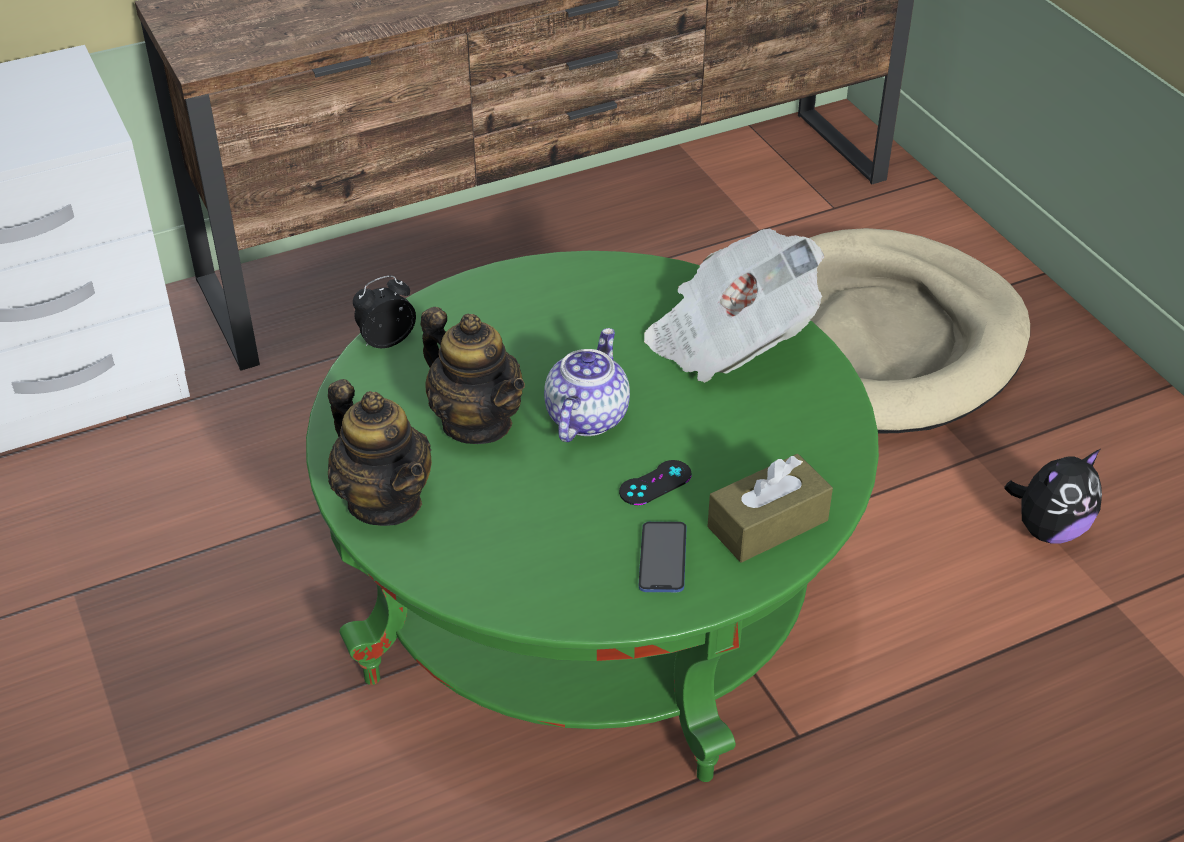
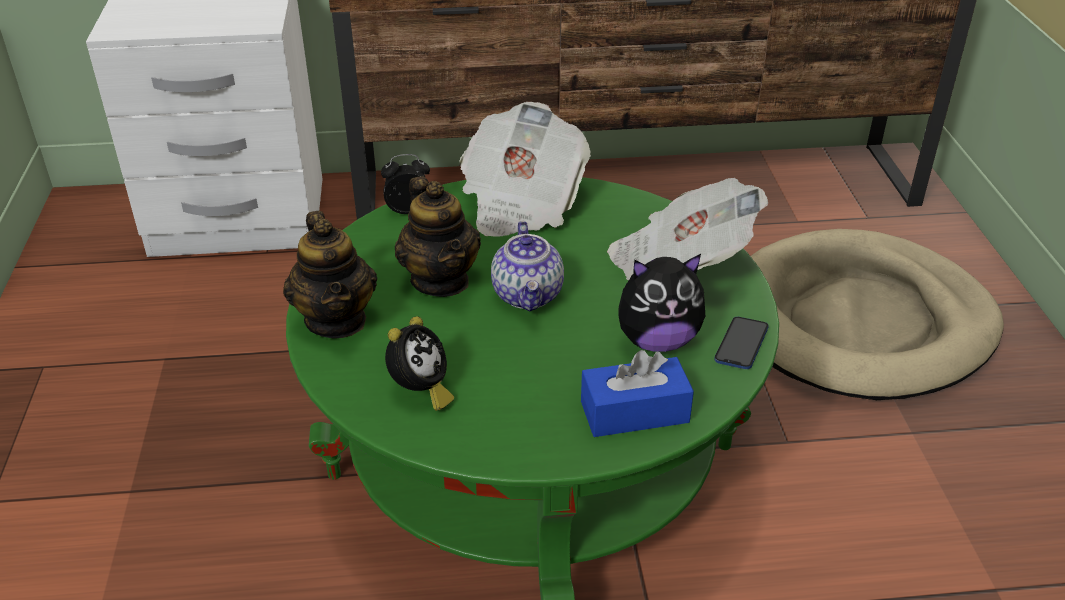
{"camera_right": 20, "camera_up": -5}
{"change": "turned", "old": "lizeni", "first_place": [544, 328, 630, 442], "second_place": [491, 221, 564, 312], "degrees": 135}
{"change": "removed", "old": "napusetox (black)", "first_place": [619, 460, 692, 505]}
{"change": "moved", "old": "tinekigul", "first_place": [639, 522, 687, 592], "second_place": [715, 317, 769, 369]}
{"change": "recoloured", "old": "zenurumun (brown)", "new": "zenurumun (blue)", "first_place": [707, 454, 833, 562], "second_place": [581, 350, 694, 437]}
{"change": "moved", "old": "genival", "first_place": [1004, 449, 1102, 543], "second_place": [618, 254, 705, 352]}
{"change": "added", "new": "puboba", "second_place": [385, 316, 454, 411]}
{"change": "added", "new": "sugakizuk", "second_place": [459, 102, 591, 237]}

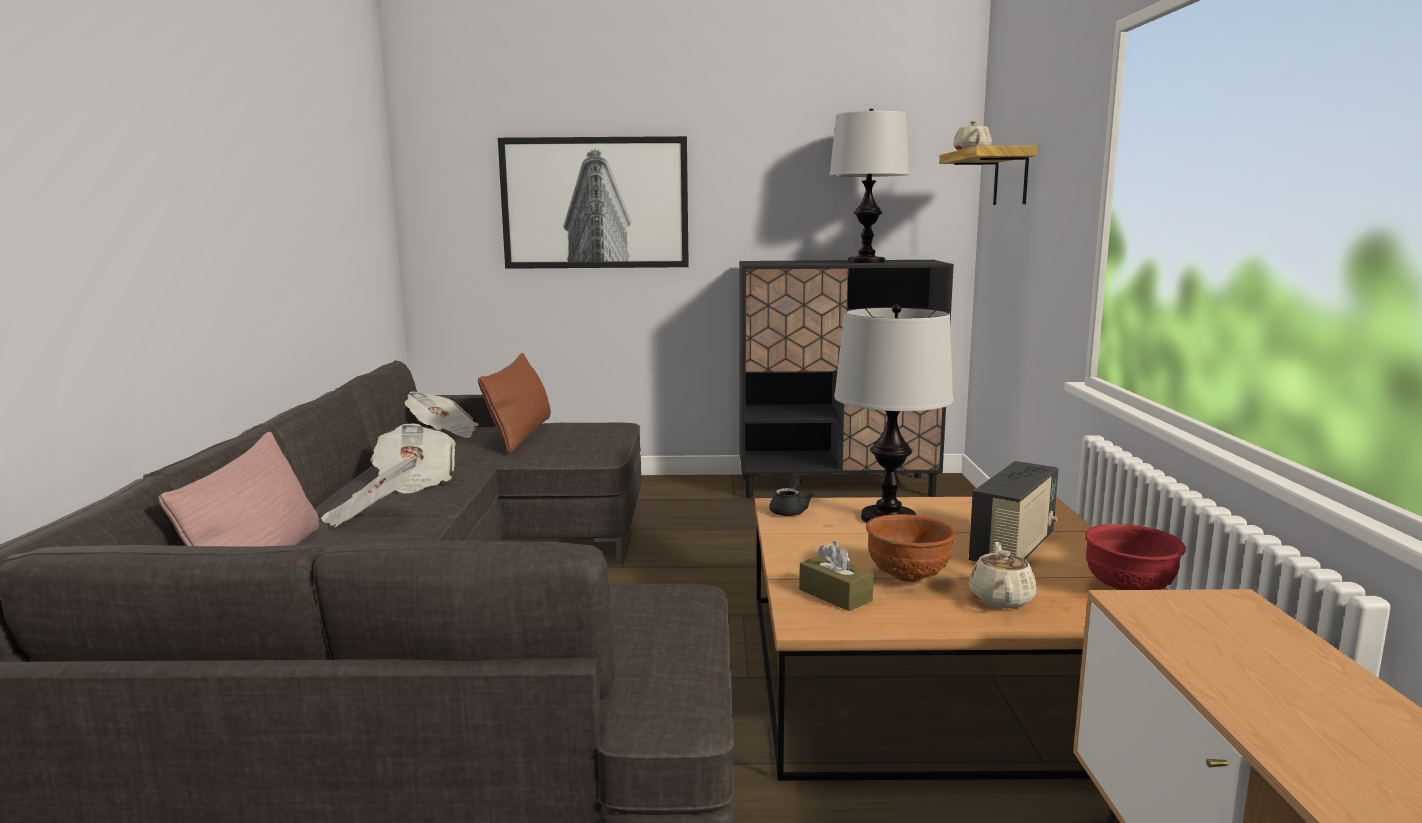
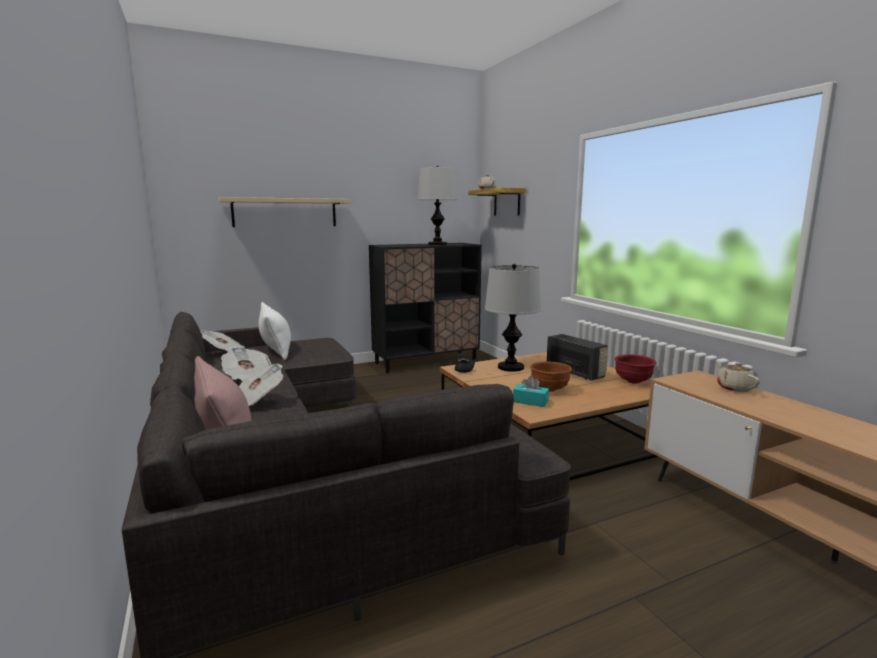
{"camera_right": -25, "camera_up": 0}
{"change": "recoloured", "old": "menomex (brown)", "new": "menomex (white)", "first_place": [478, 353, 551, 453], "second_place": [259, 302, 291, 360]}
{"change": "replaced", "old": "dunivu", "new": "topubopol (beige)", "first_place": [498, 136, 689, 269], "second_place": [218, 197, 351, 227]}
{"change": "recoloured", "old": "zenurumun (brown)", "new": "zenurumun (turquoise)", "first_place": [799, 541, 874, 611], "second_place": [513, 376, 549, 407]}
{"change": "turned", "old": "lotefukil", "first_place": [969, 461, 1058, 562], "second_place": [547, 334, 609, 381], "degrees": -45}
{"change": "moved", "old": "lizeni (beige)", "first_place": [969, 542, 1037, 608], "second_place": [715, 360, 760, 392]}

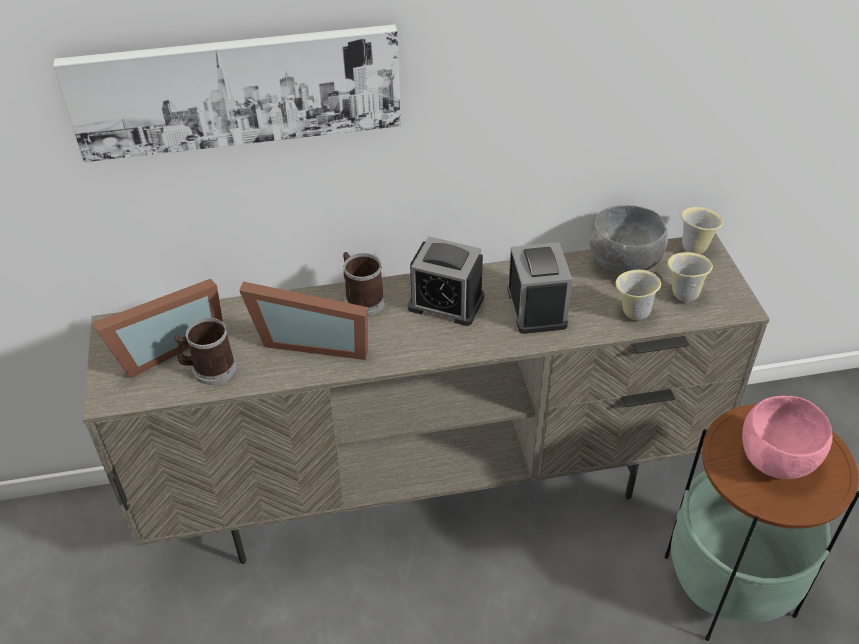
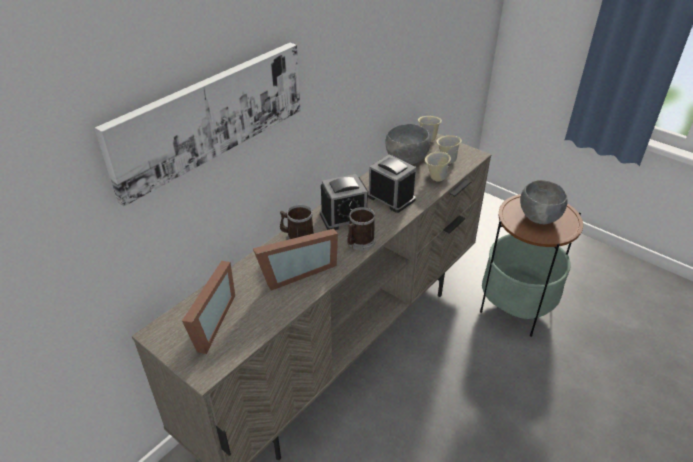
{"camera_right": -40, "camera_up": -5}
{"change": "moved", "old": "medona", "first_place": [174, 318, 237, 385], "second_place": [347, 207, 375, 251]}
{"change": "recoloured", "old": "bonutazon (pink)", "new": "bonutazon (grey)", "first_place": [742, 396, 832, 479], "second_place": [520, 180, 568, 224]}

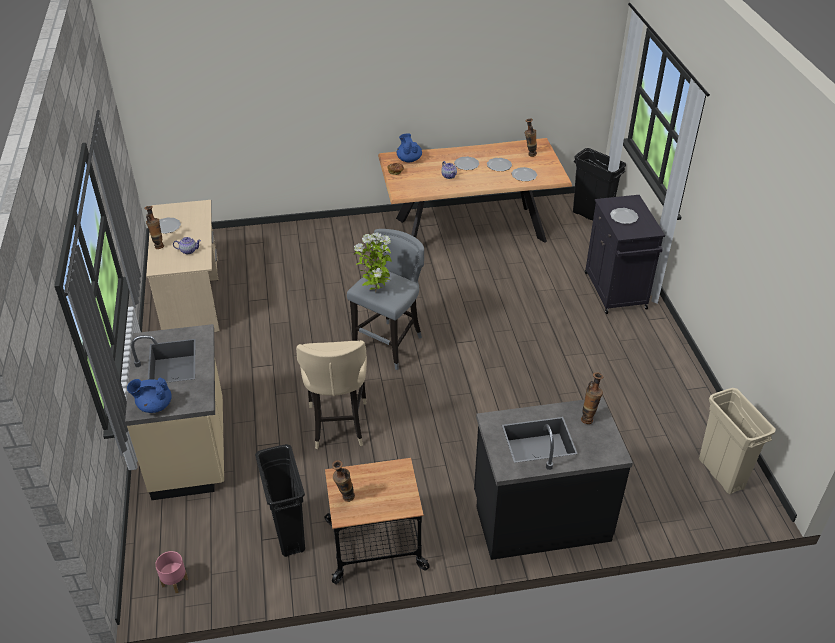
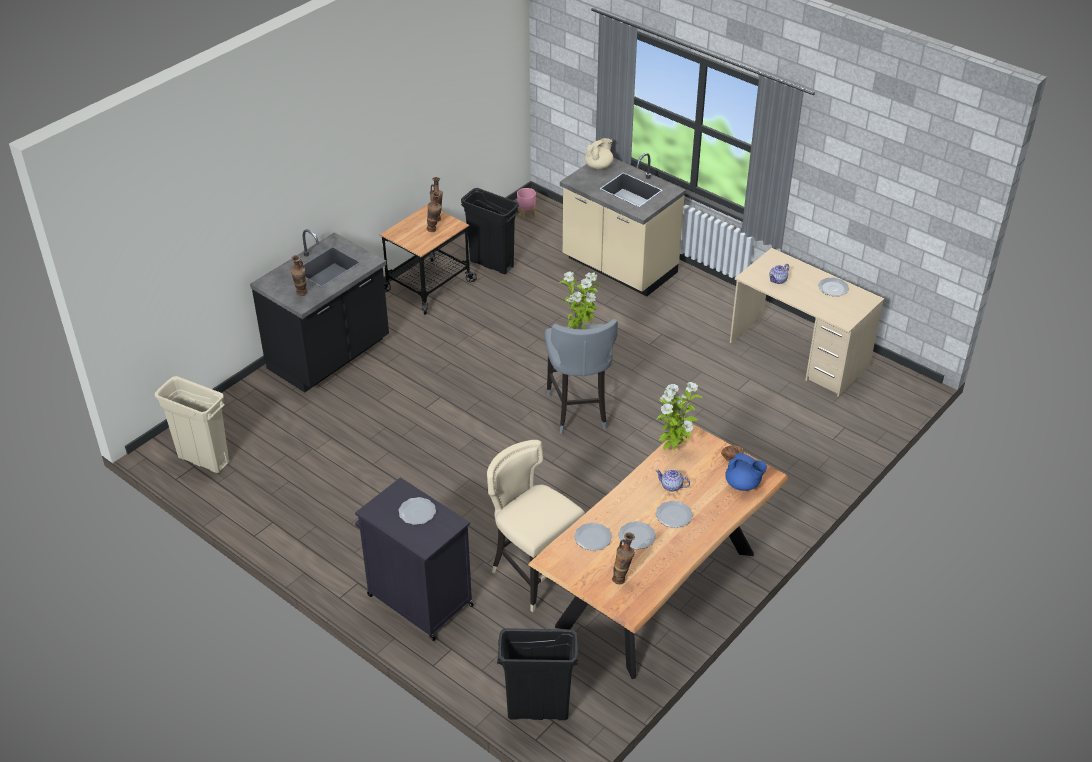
{"camera_right": 140, "camera_up": 0}
{"change": "recoloured", "old": "lizeni (blue)", "new": "lizeni (beige)", "first_place": [127, 378, 172, 413], "second_place": [585, 138, 613, 169]}
{"change": "moved", "old": "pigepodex", "first_place": [144, 206, 164, 249], "second_place": [427, 192, 441, 232]}
{"change": "moved", "old": "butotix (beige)", "first_place": [296, 340, 367, 449], "second_place": [487, 440, 585, 612]}
{"change": "added", "new": "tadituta", "second_place": [657, 382, 702, 450]}

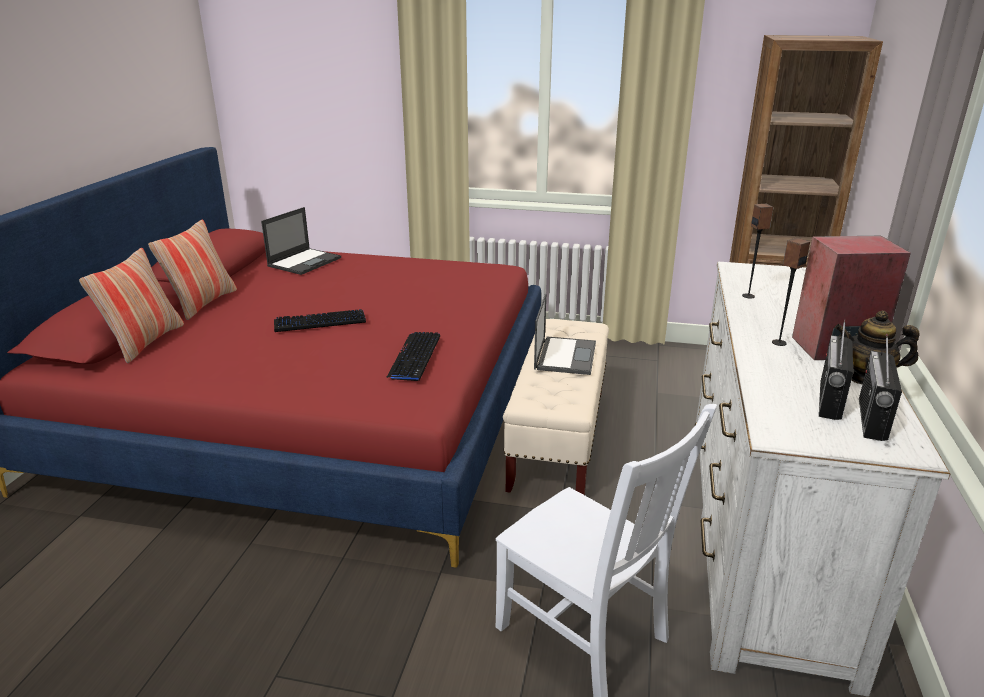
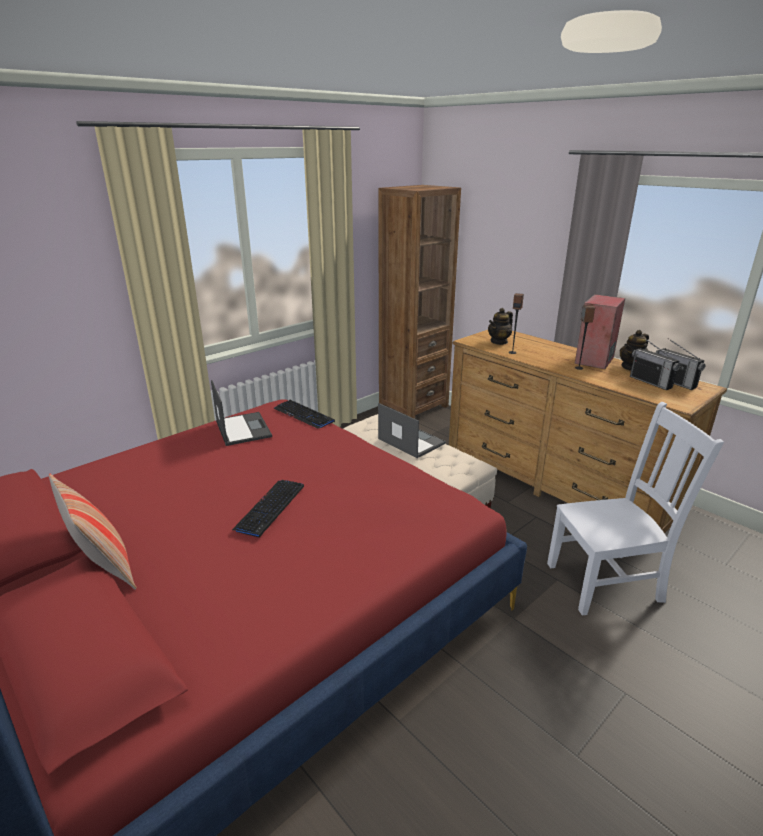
{"camera_right": -55, "camera_up": 0}
{"change": "removed", "old": "menomex", "first_place": [79, 248, 184, 363]}
{"change": "moved", "old": "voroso", "first_place": [261, 207, 341, 275], "second_place": [211, 380, 272, 446]}
{"change": "moved", "old": "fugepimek", "first_place": [386, 332, 440, 381], "second_place": [274, 399, 335, 428]}
{"change": "recoloured", "old": "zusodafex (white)", "new": "zusodafex (brown)", "first_place": [695, 262, 950, 697], "second_place": [449, 330, 727, 533]}
{"change": "added", "new": "lizeni", "second_place": [488, 308, 513, 345]}

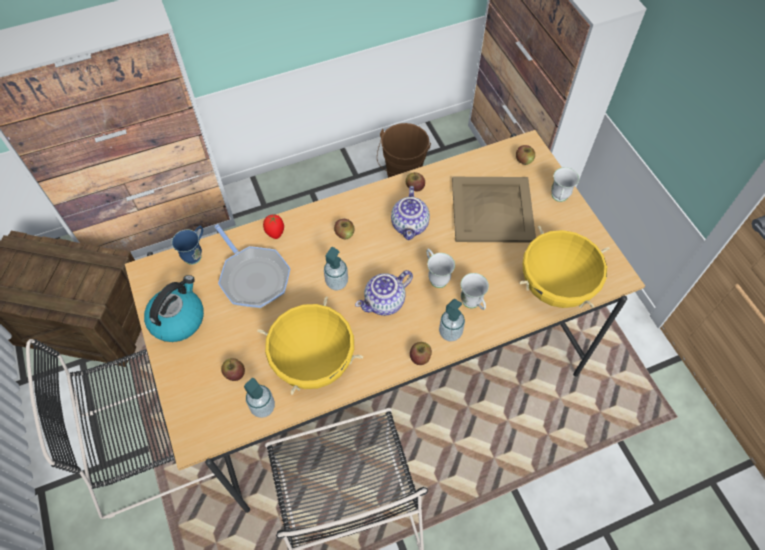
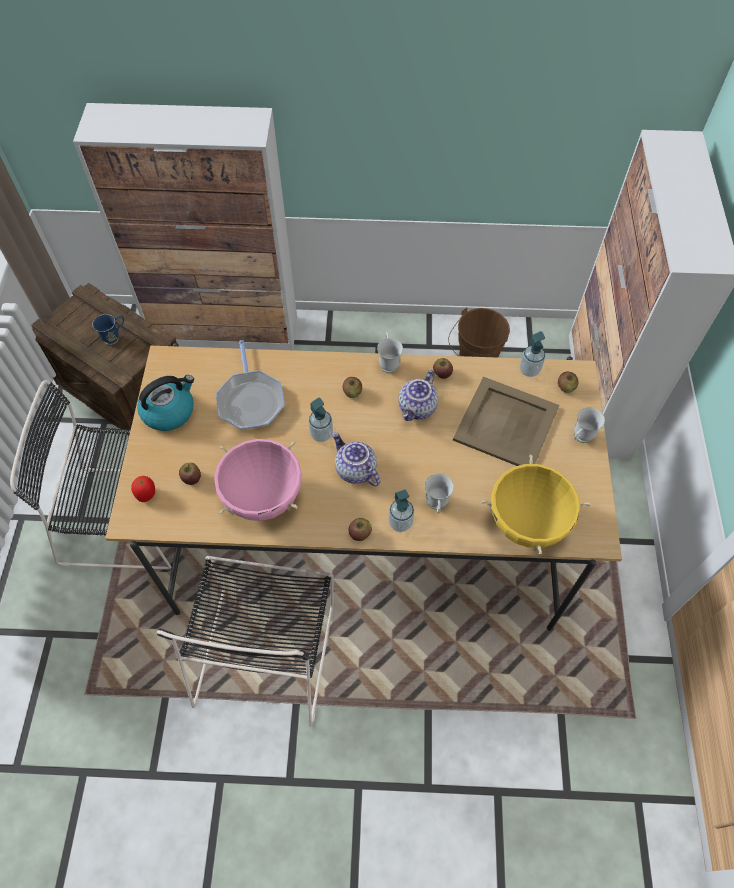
{"camera_right": 25, "camera_up": 0}
{"change": "moved", "old": "medona (blue)", "first_place": [172, 226, 203, 265], "second_place": [93, 314, 124, 345]}
{"change": "moved", "old": "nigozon", "first_place": [244, 378, 275, 418], "second_place": [520, 331, 545, 377]}
{"change": "recoloured", "old": "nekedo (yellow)", "new": "nekedo (pink)", "first_place": [257, 296, 363, 395], "second_place": [214, 439, 302, 521]}
{"change": "moved", "old": "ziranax", "first_place": [263, 214, 284, 239], "second_place": [131, 476, 155, 502]}
{"change": "turned", "old": "lizeni", "first_place": [355, 270, 413, 316], "second_place": [332, 432, 380, 486], "degrees": 60}
{"change": "moved", "old": "medona (white)", "first_place": [426, 249, 455, 288], "second_place": [377, 332, 403, 373]}

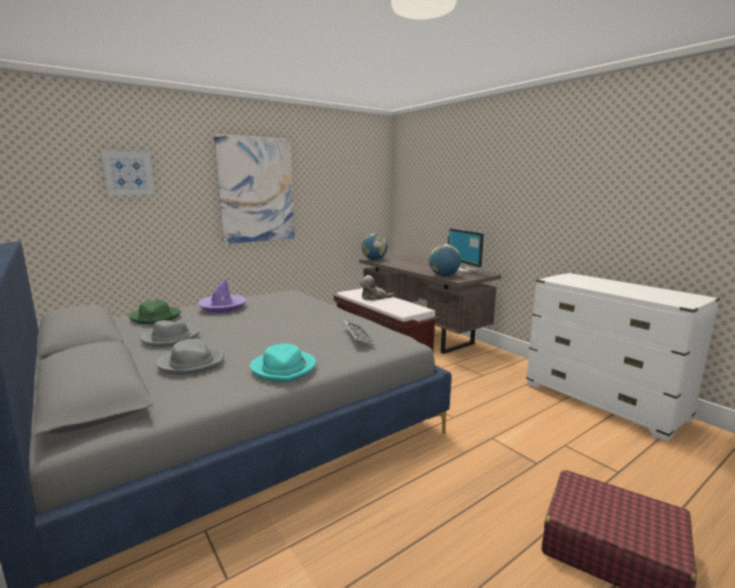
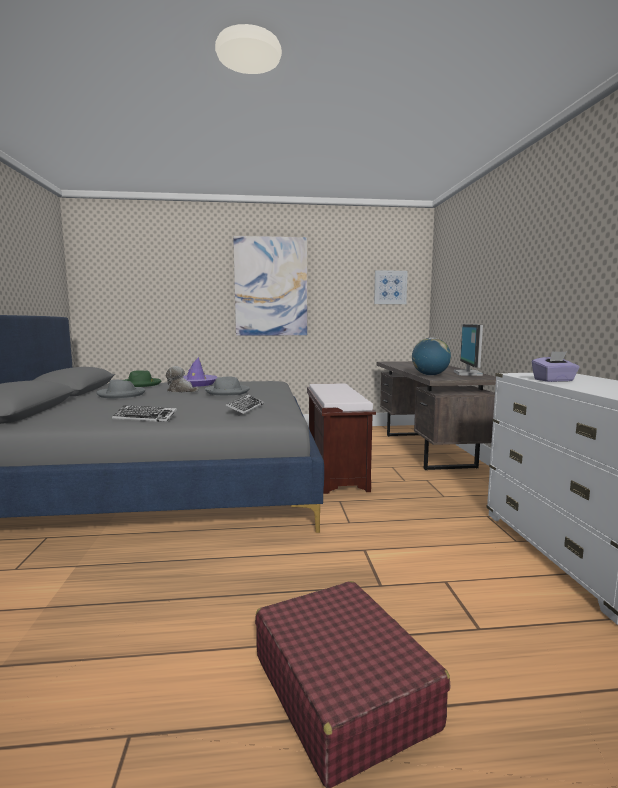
{"camera_right": 30, "camera_up": -5}
{"change": "moved", "old": "dunivu", "first_place": [101, 150, 155, 195], "second_place": [374, 270, 408, 304]}
{"change": "moved", "old": "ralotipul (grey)", "first_place": [156, 339, 224, 375], "second_place": [205, 376, 250, 396]}
{"change": "replaced", "old": "ralotipul (turquoise)", "new": "fugepimek", "first_place": [250, 344, 316, 382], "second_place": [112, 405, 177, 422]}
{"change": "moved", "old": "genival", "first_place": [360, 275, 395, 300], "second_place": [166, 366, 199, 392]}
{"change": "removed", "old": "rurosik", "first_place": [362, 234, 388, 260]}
{"change": "added", "new": "zenurumun (purple)", "second_place": [532, 351, 580, 382]}

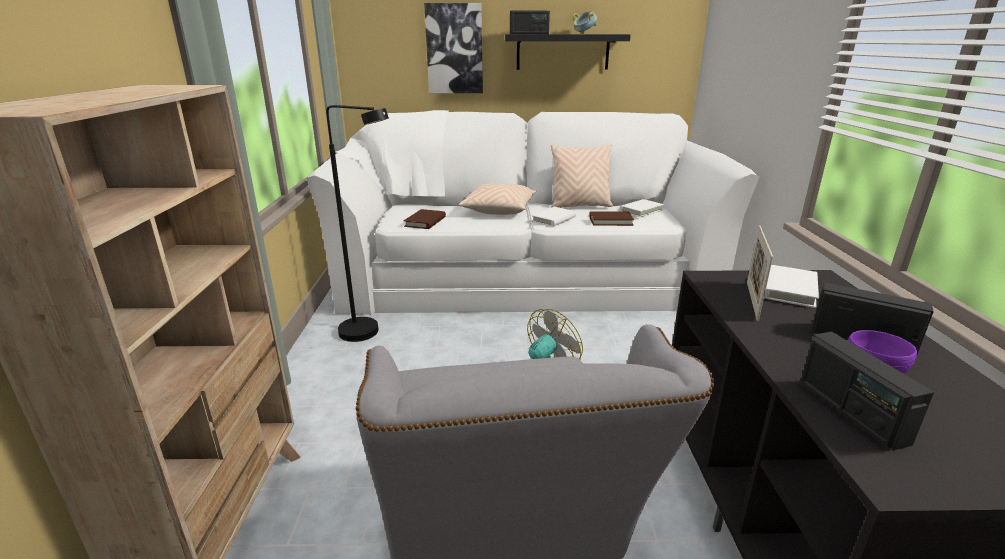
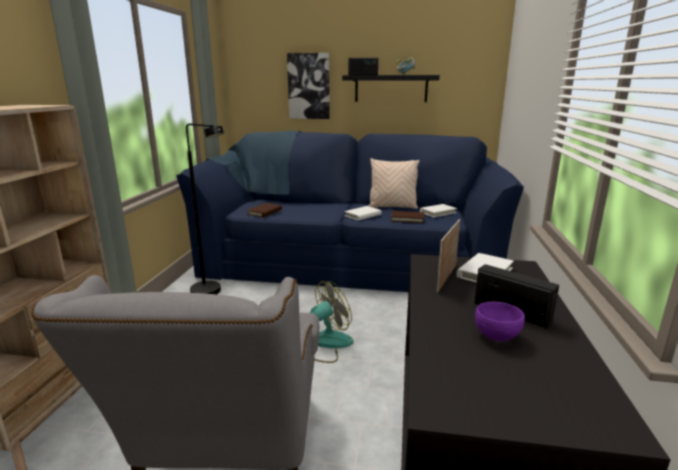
{"camera_right": 10, "camera_up": -5}
{"change": "recoloured", "old": "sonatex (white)", "new": "sonatex (blue)", "first_place": [306, 110, 760, 315], "second_place": [176, 131, 524, 292]}
{"change": "removed", "old": "menomex (beige)", "first_place": [458, 183, 537, 215]}
{"change": "removed", "old": "lotefukil", "first_place": [801, 332, 934, 450]}

